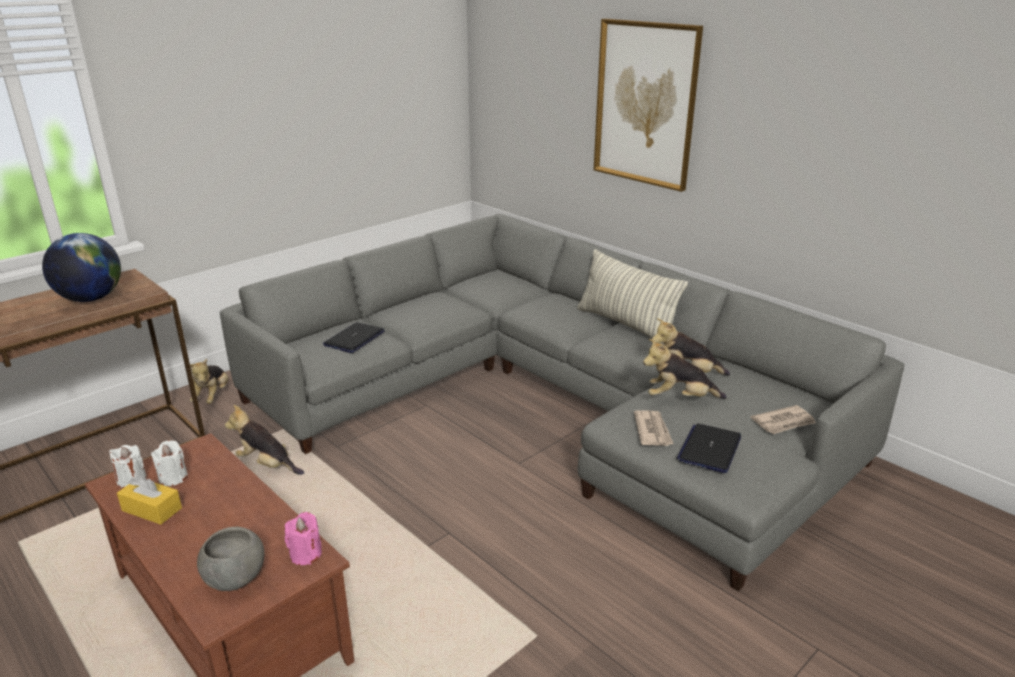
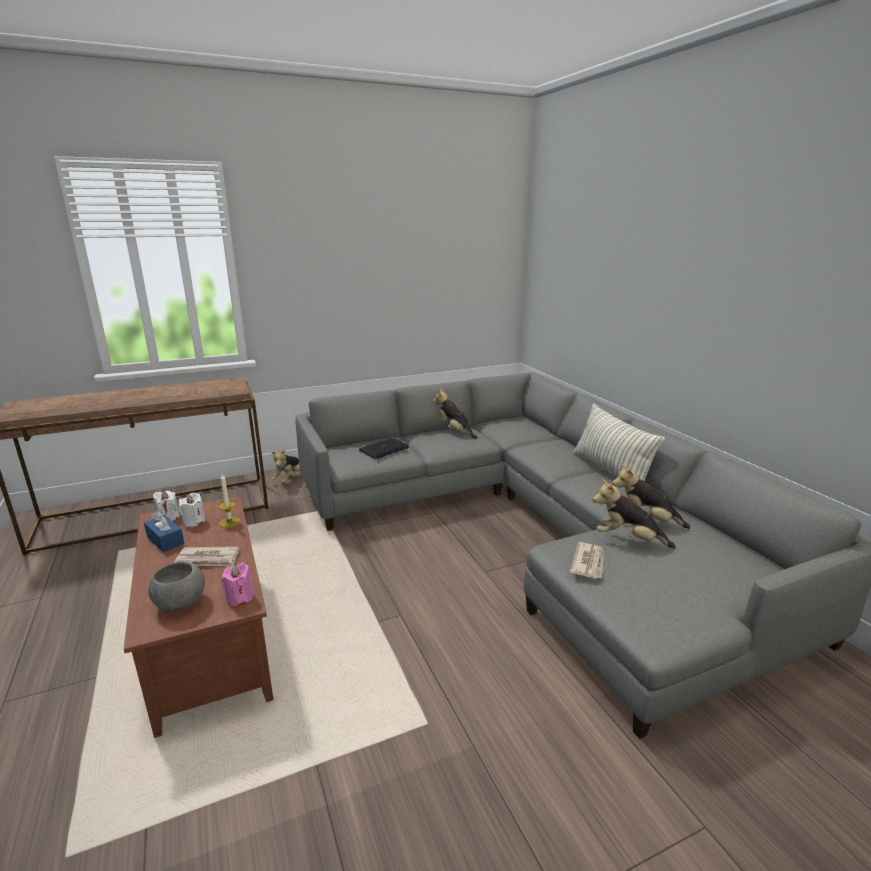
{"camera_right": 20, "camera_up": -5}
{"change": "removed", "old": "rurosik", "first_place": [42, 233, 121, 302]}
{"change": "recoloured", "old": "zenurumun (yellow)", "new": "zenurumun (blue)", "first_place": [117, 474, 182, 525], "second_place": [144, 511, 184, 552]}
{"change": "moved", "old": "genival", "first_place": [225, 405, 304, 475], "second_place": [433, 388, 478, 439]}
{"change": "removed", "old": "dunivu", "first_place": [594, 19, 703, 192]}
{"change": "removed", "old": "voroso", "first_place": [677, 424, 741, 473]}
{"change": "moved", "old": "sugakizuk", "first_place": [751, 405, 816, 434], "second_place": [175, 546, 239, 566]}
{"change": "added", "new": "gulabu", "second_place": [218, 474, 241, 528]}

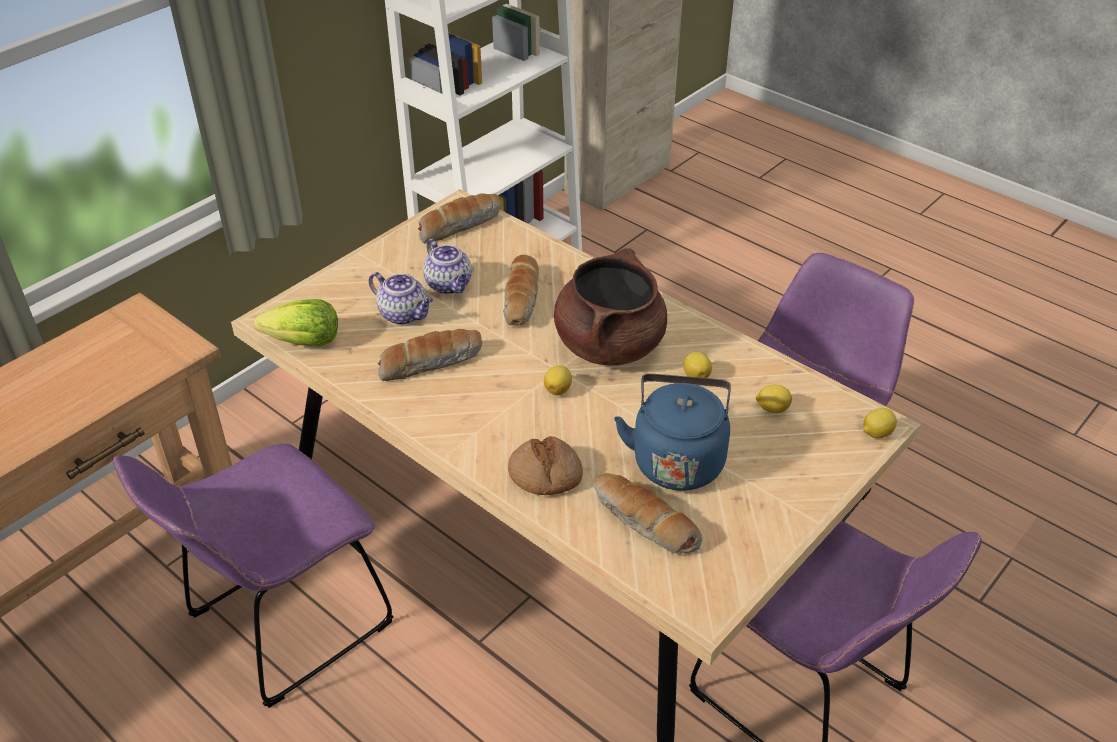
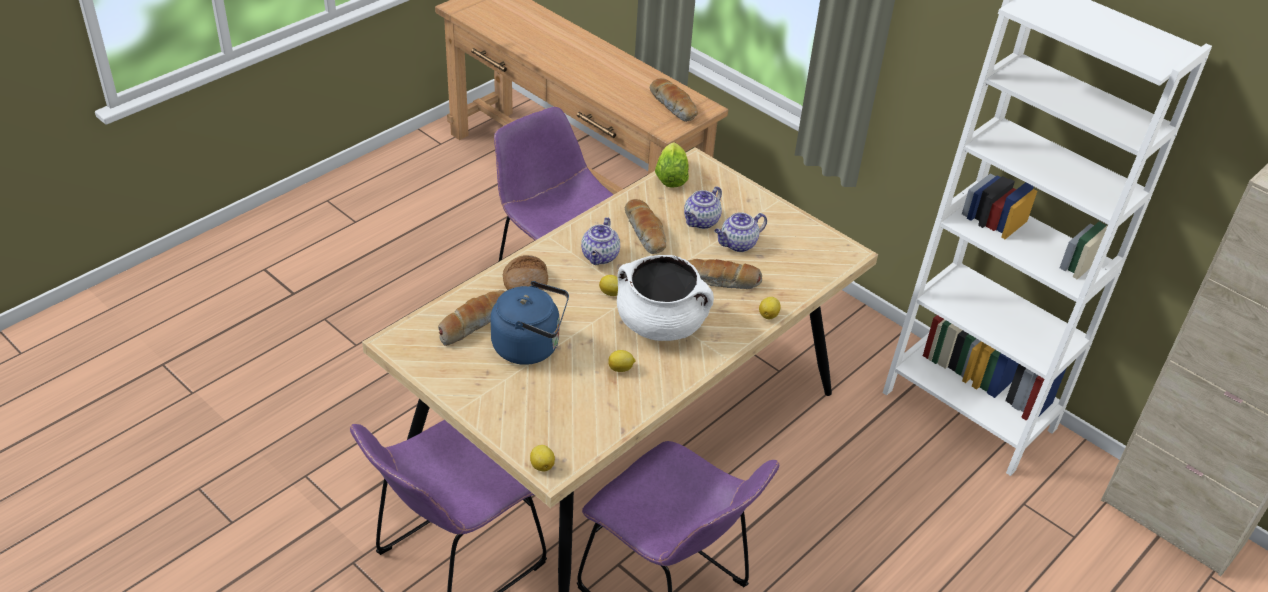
{"camera_right": 90, "camera_up": 0}
{"change": "moved", "old": "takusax", "first_place": [418, 193, 501, 243], "second_place": [650, 78, 698, 122]}
{"change": "recoloured", "old": "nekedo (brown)", "new": "nekedo (white)", "first_place": [554, 248, 667, 365], "second_place": [617, 255, 714, 341]}
{"change": "moved", "old": "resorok", "first_place": [756, 385, 792, 414], "second_place": [759, 297, 781, 319]}
{"change": "added", "new": "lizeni", "second_place": [581, 217, 620, 265]}

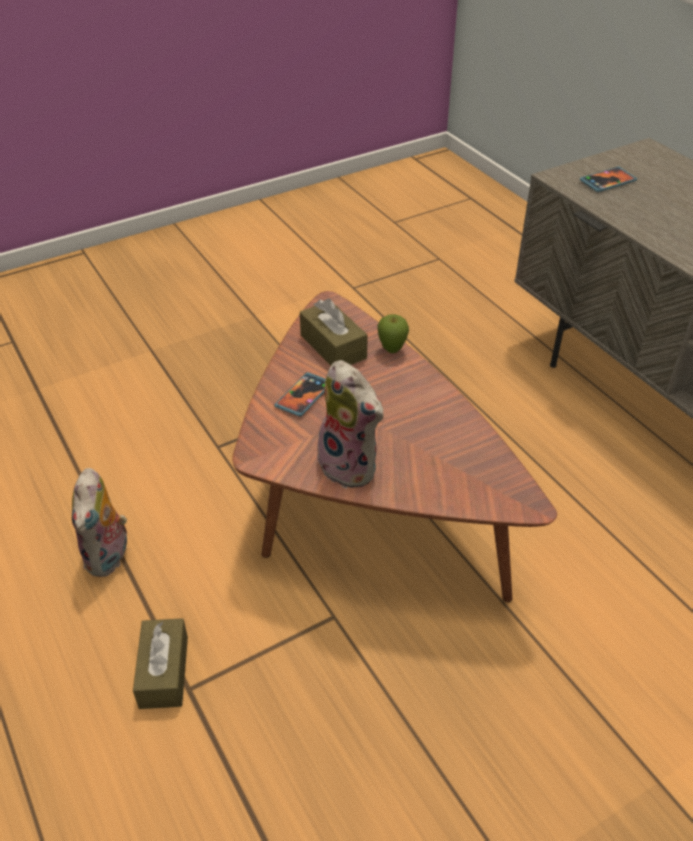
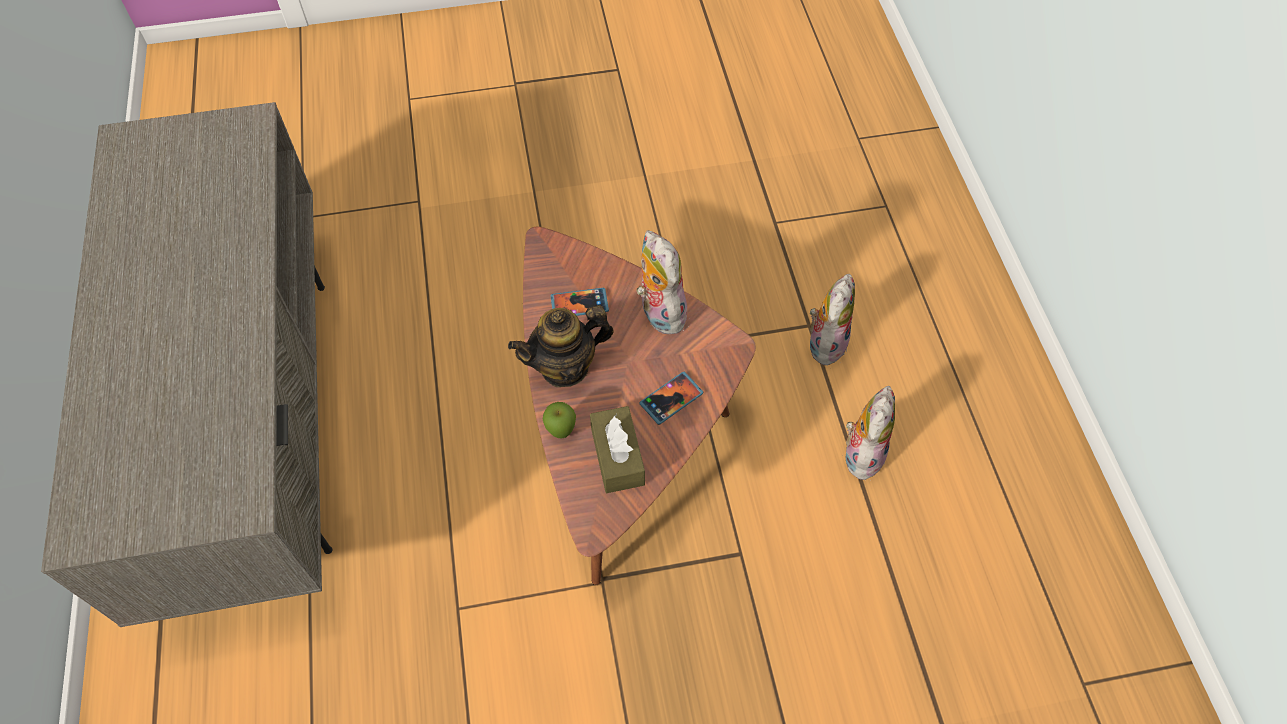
{"camera_right": -160, "camera_up": 15}
{"change": "replaced", "old": "zenurumun (brown)", "new": "genival", "first_place": [133, 618, 188, 709], "second_place": [810, 274, 855, 366]}
{"change": "moved", "old": "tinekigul", "first_place": [580, 167, 637, 192], "second_place": [550, 288, 609, 316]}
{"change": "added", "new": "lizeni", "second_place": [508, 305, 614, 387]}

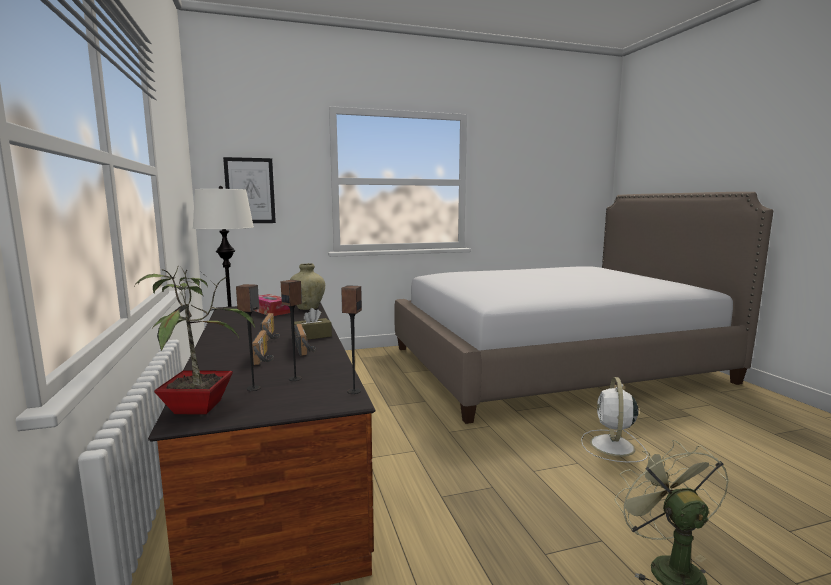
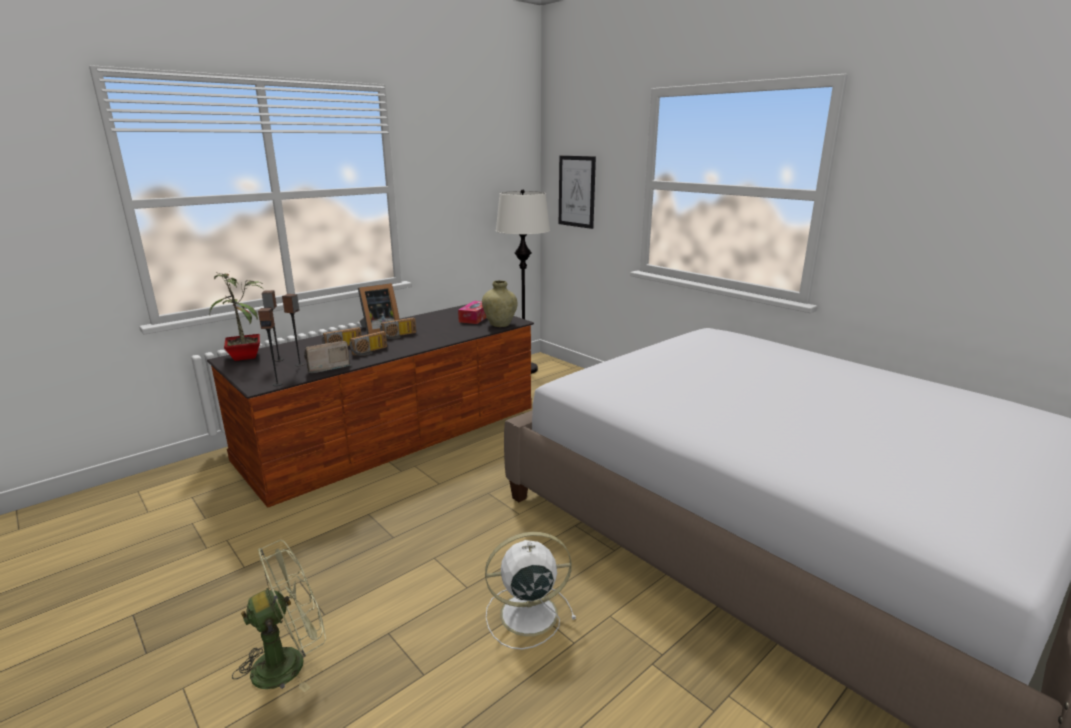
{"camera_right": 65, "camera_up": 10}
{"change": "removed", "old": "zenurumun (brown)", "first_place": [294, 308, 332, 340]}
{"change": "added", "new": "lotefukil", "second_place": [304, 341, 351, 373]}
{"change": "added", "new": "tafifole", "second_place": [358, 283, 400, 335]}

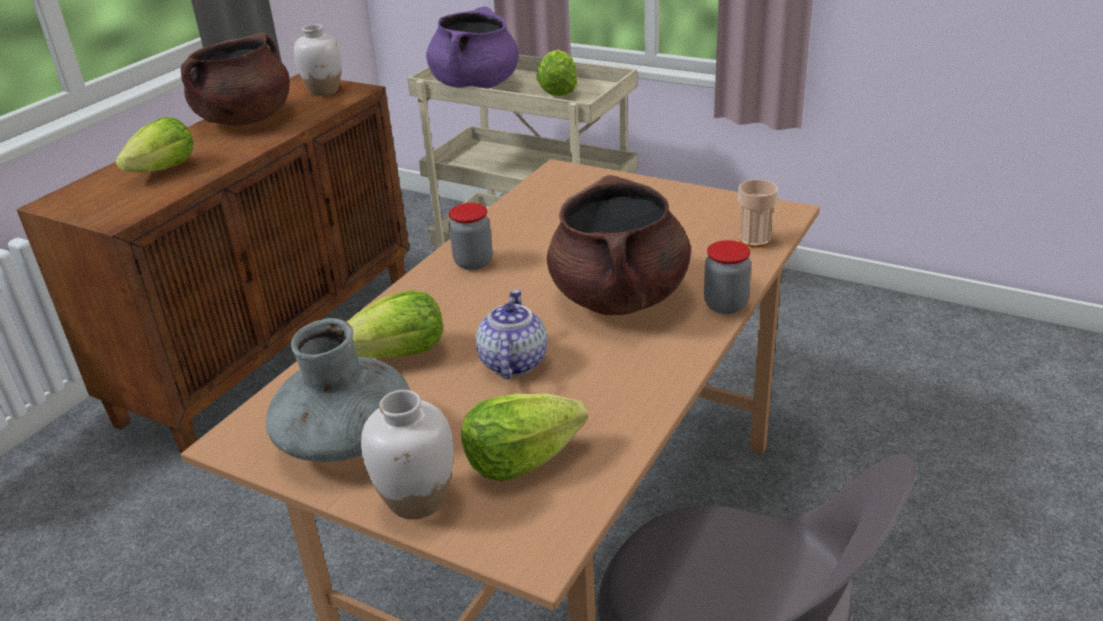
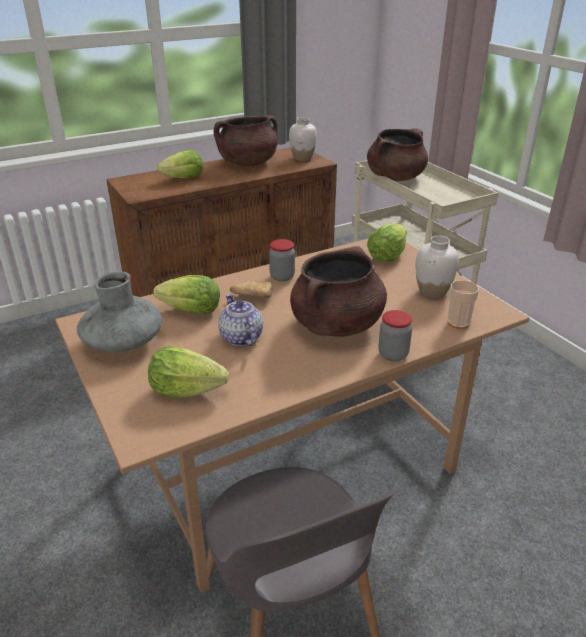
{"camera_right": 30, "camera_up": 0}
{"change": "moved", "old": "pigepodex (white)", "first_place": [361, 390, 453, 519], "second_place": [416, 236, 459, 299]}
{"change": "recoloured", "old": "nekedo (purple)", "new": "nekedo (brown)", "first_place": [426, 7, 519, 89], "second_place": [367, 128, 428, 181]}
{"change": "turned", "old": "lizeni", "first_place": [476, 289, 547, 379], "second_place": [218, 294, 263, 346], "degrees": -60}
{"change": "moved", "old": "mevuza", "first_place": [536, 50, 577, 96], "second_place": [367, 224, 407, 262]}
{"change": "added", "new": "takusax", "second_place": [230, 281, 273, 298]}

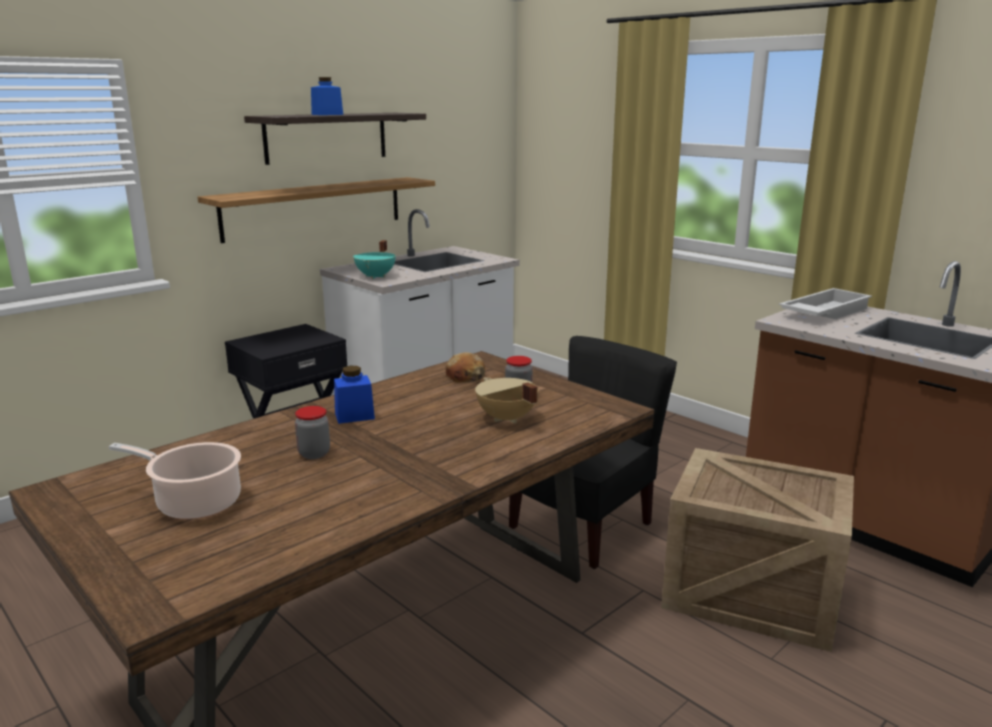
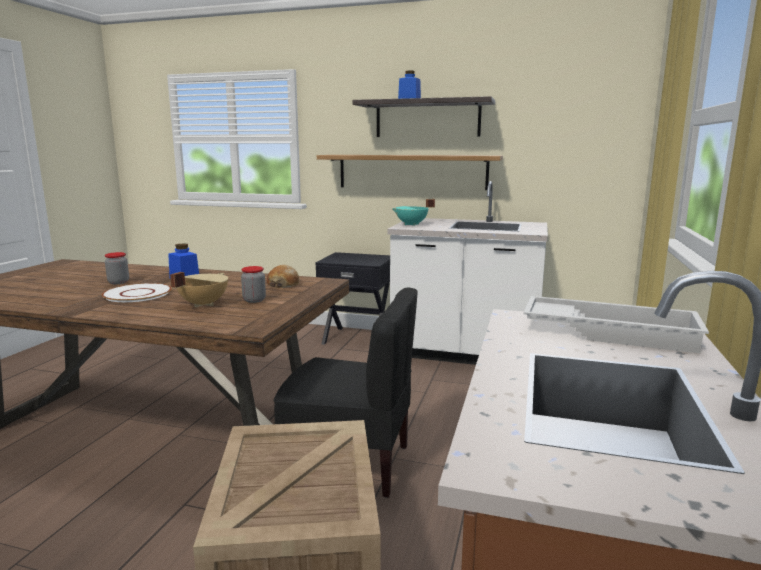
{"camera_right": 60, "camera_up": -5}
{"change": "removed", "old": "nekedo", "first_place": [109, 442, 241, 519]}
{"change": "added", "new": "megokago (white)", "second_place": [102, 283, 172, 302]}

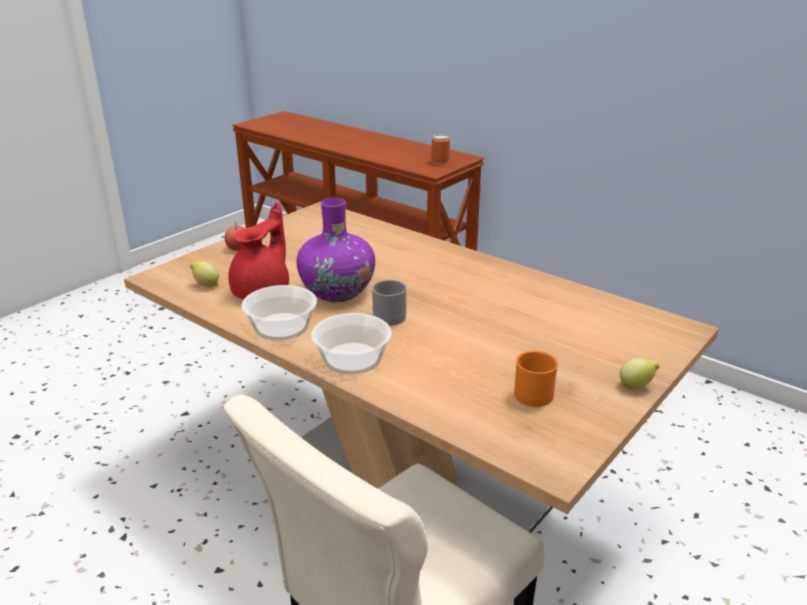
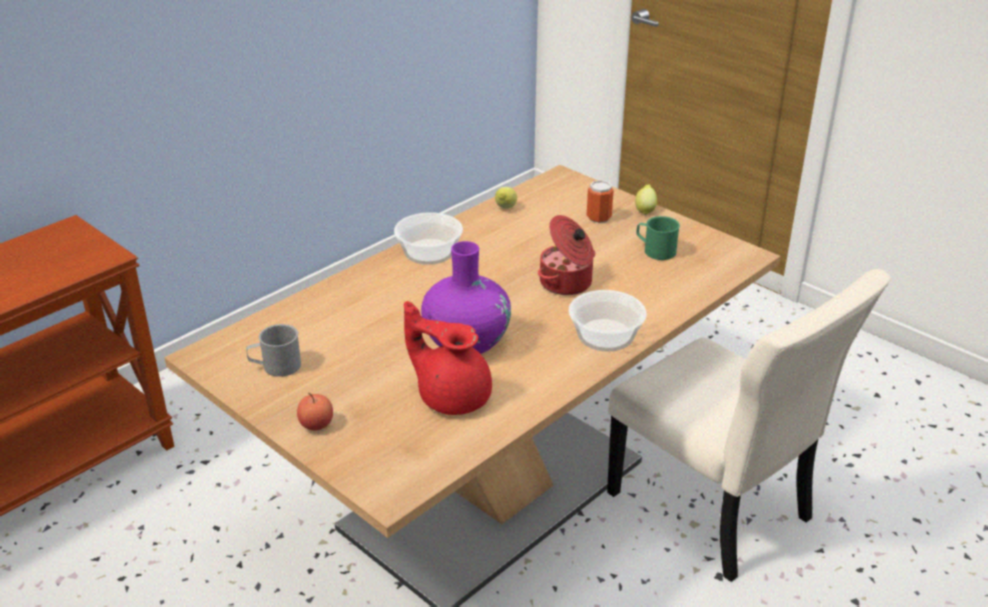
{"camera_right": -85, "camera_up": 5}
{"change": "moved", "old": "resorok", "first_place": [190, 261, 219, 287], "second_place": [495, 187, 517, 209]}
{"change": "moved", "old": "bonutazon", "first_place": [241, 285, 317, 341], "second_place": [394, 212, 463, 265]}
{"change": "moved", "old": "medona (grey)", "first_place": [372, 279, 407, 326], "second_place": [246, 324, 301, 377]}
{"change": "moved", "old": "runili", "first_place": [432, 134, 450, 164], "second_place": [587, 180, 614, 224]}
{"change": "recoloured", "old": "medona (orange)", "new": "medona (green)", "first_place": [514, 351, 558, 407], "second_place": [636, 216, 680, 260]}
{"change": "added", "new": "nekedo", "second_place": [538, 215, 596, 295]}

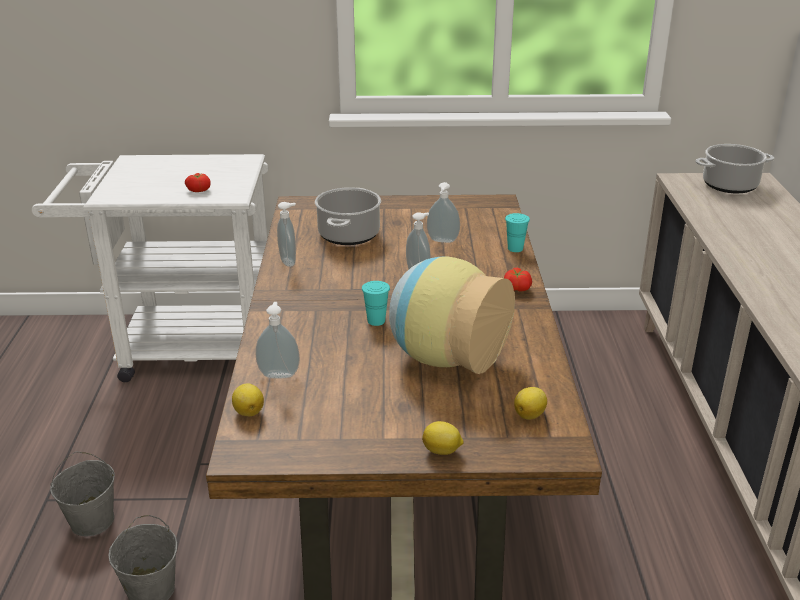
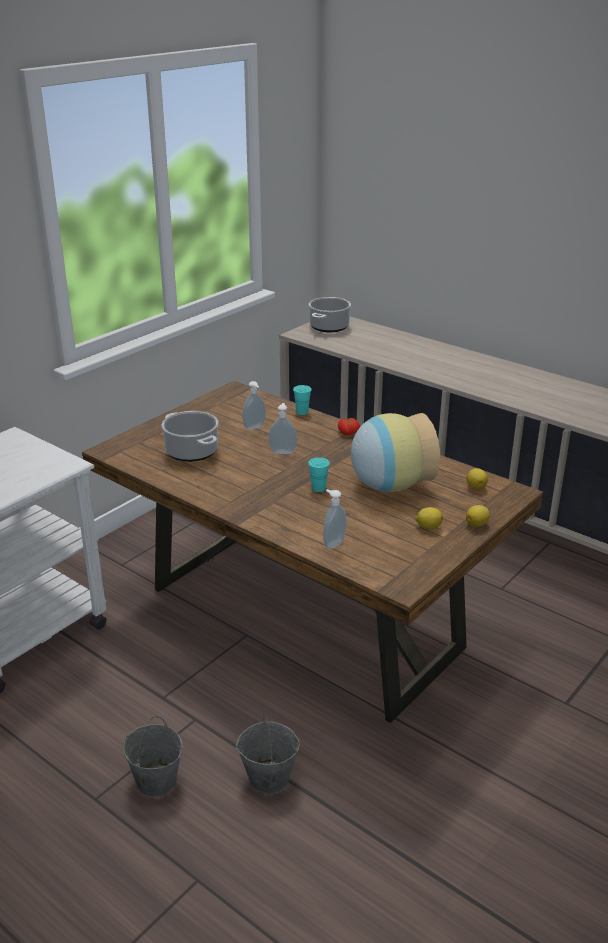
{"camera_right": -50, "camera_up": 0}
{"change": "removed", "old": "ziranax", "first_place": [185, 173, 211, 192]}
{"change": "moved", "old": "resorok", "first_place": [232, 383, 264, 416], "second_place": [415, 507, 443, 530]}
{"change": "removed", "old": "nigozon", "first_place": [277, 202, 296, 267]}

